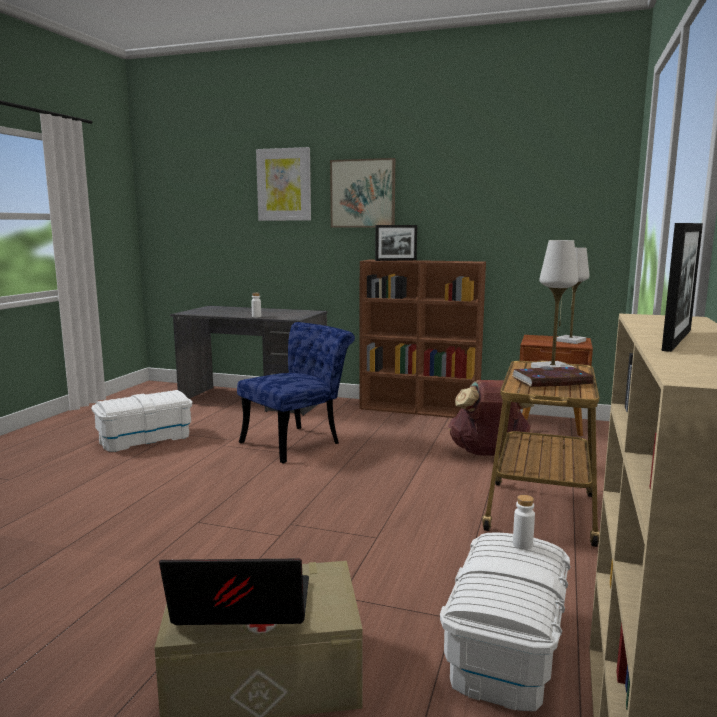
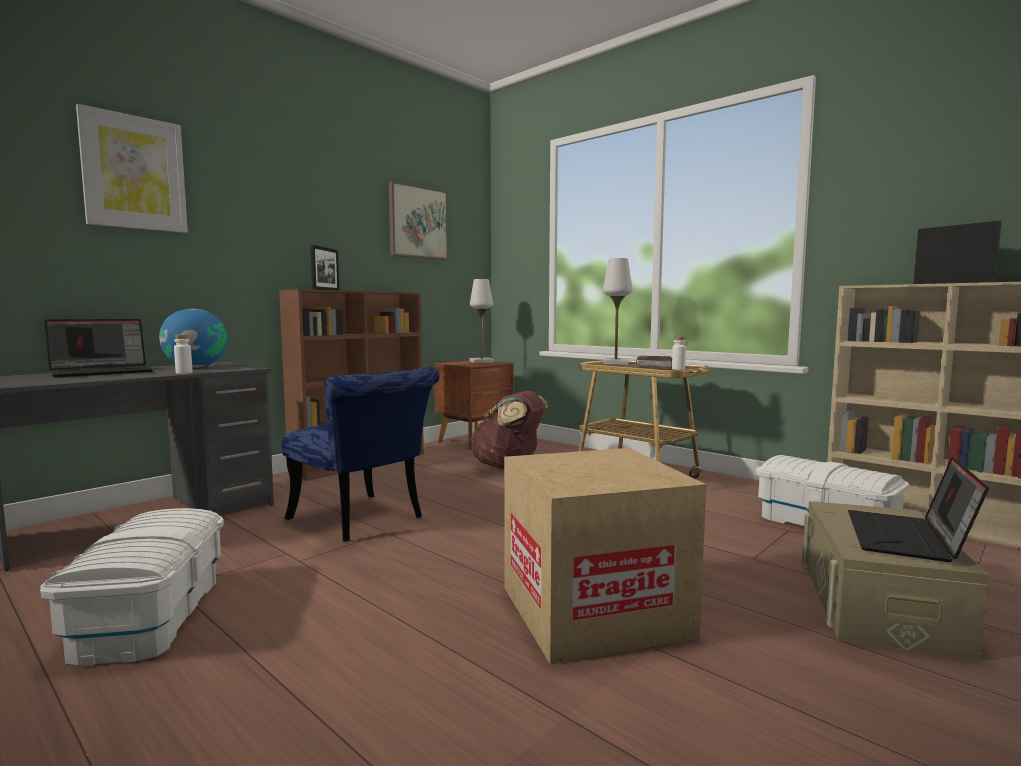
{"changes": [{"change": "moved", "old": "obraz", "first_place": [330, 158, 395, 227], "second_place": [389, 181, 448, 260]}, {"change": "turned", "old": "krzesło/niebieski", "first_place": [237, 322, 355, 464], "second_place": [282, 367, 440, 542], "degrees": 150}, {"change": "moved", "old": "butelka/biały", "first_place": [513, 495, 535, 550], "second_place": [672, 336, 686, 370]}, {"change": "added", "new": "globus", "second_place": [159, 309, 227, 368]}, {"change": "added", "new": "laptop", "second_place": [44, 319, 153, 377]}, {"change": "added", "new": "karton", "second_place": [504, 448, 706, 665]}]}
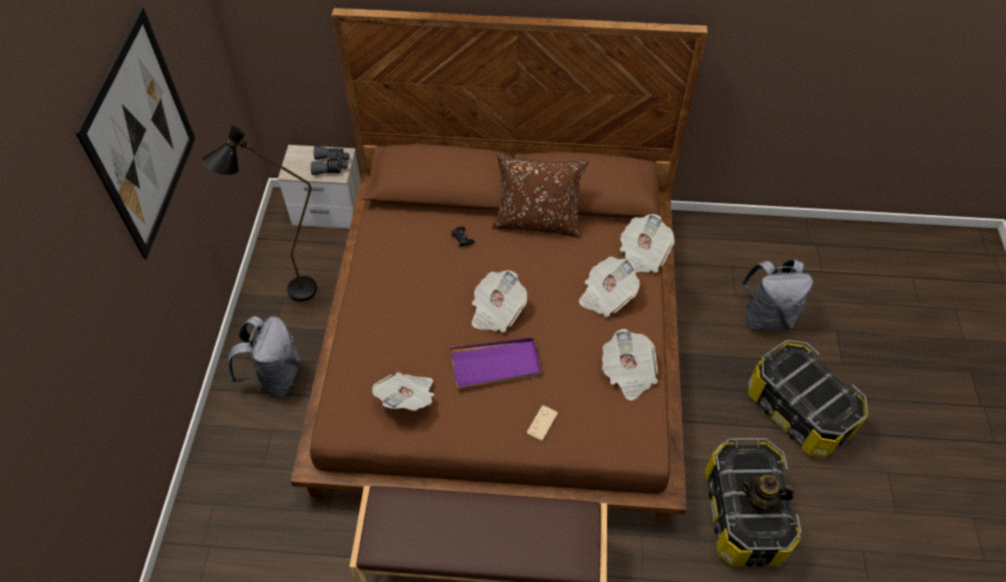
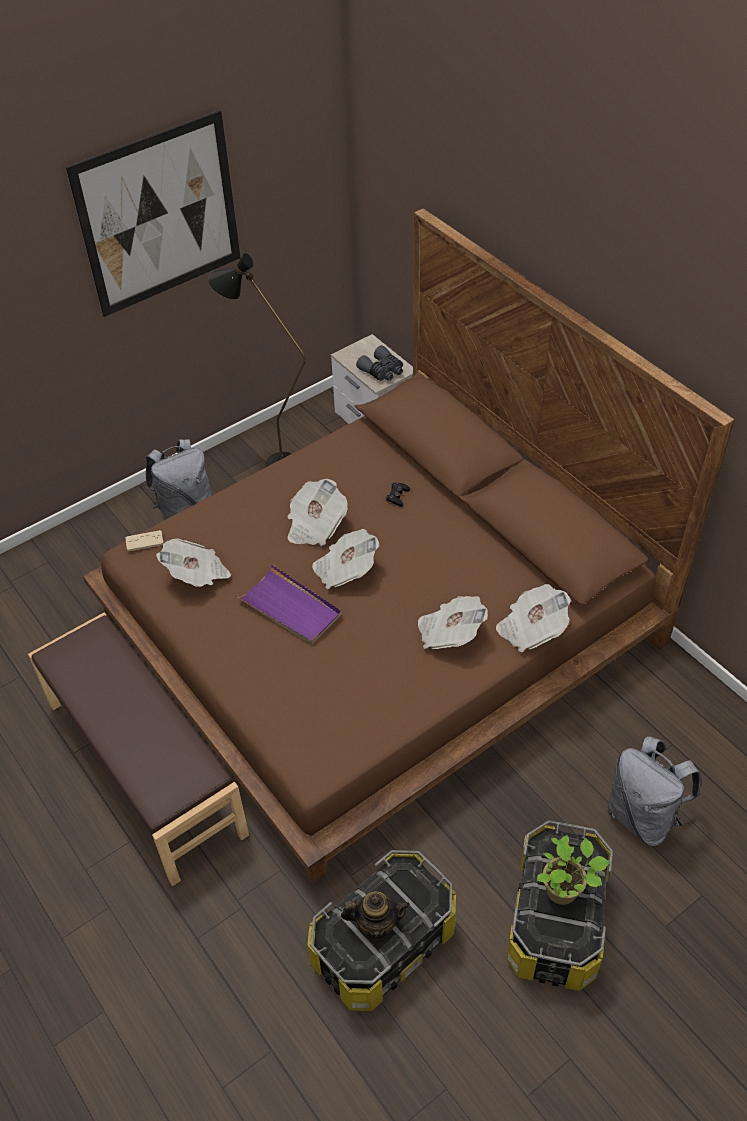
{"changes": [{"change": "removed", "old": "poduszka/brązowy", "first_place": [492, 153, 588, 238]}, {"change": "moved", "old": "gazeta", "first_place": [602, 329, 658, 401], "second_place": [287, 479, 348, 546]}, {"change": "moved", "old": "pad do gier/beżowy", "first_place": [527, 405, 558, 441], "second_place": [125, 530, 164, 551]}, {"change": "turned", "old": "imbryk", "first_place": [741, 475, 794, 512], "second_place": [341, 891, 410, 939], "degrees": 120}, {"change": "added", "new": "roślina doniczkowa", "second_place": [537, 835, 609, 905]}]}
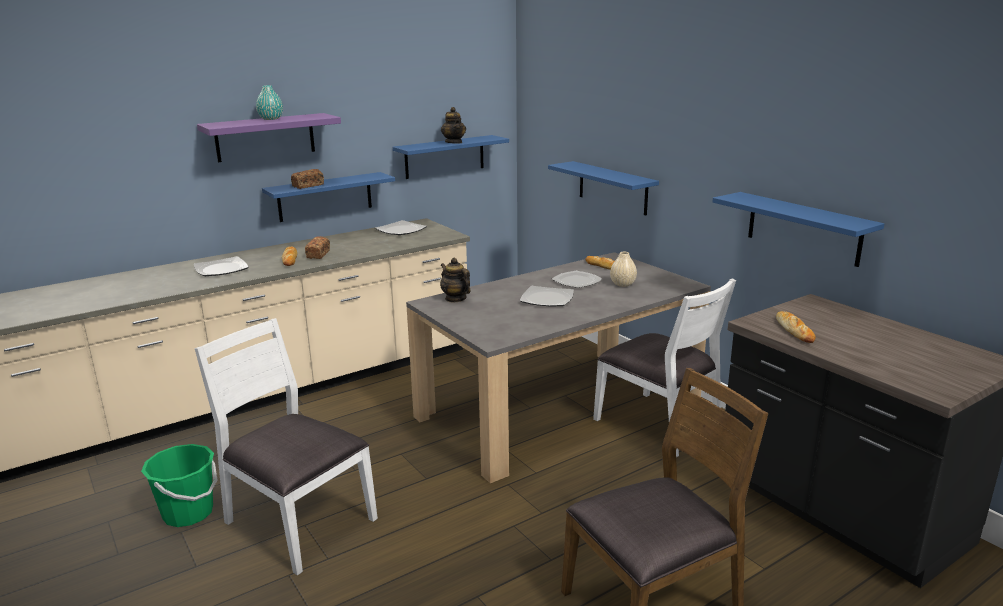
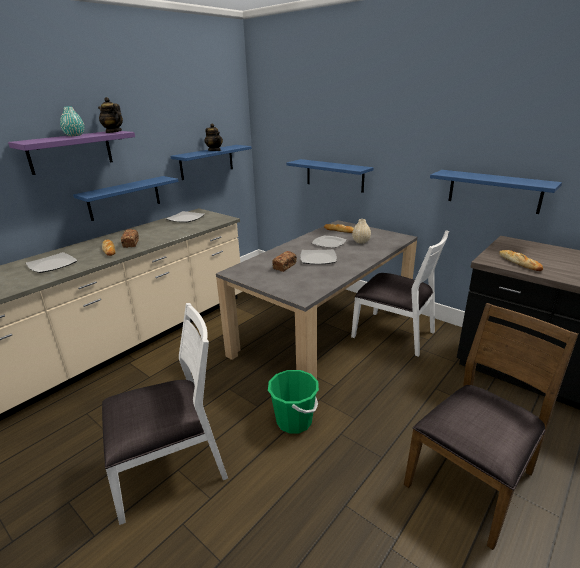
{"changes": [{"change": "moved", "old": "chleb", "first_place": [291, 169, 324, 189], "second_place": [272, 251, 297, 272]}, {"change": "moved", "old": "imbryk", "first_place": [440, 258, 471, 302], "second_place": [98, 97, 123, 133]}, {"change": "turned", "old": "krzesło/biały", "first_place": [194, 318, 378, 576], "second_place": [102, 303, 228, 525], "degrees": 135}, {"change": "moved", "old": "wiadro/zielony", "first_place": [141, 444, 218, 527], "second_place": [268, 370, 319, 433]}]}
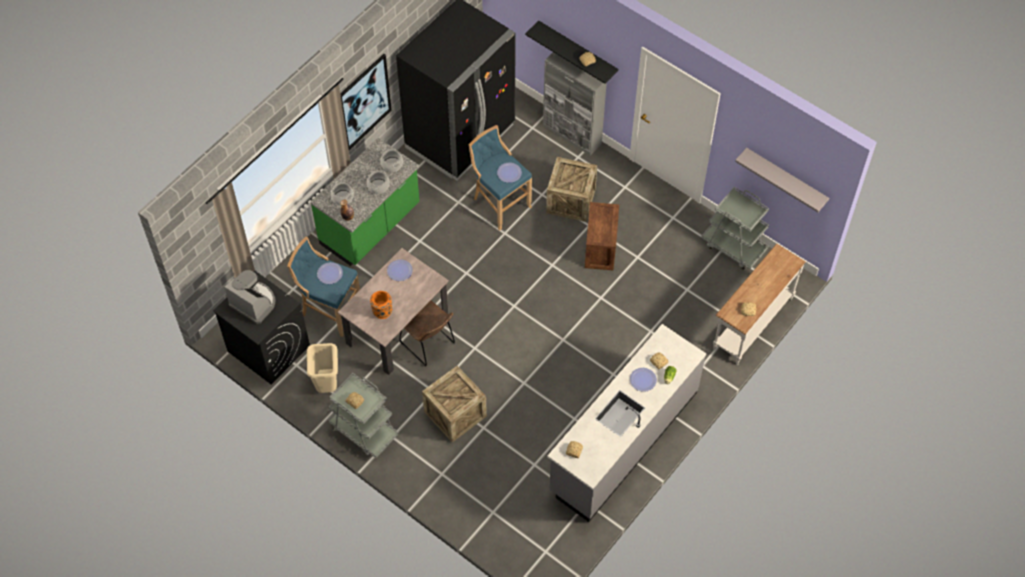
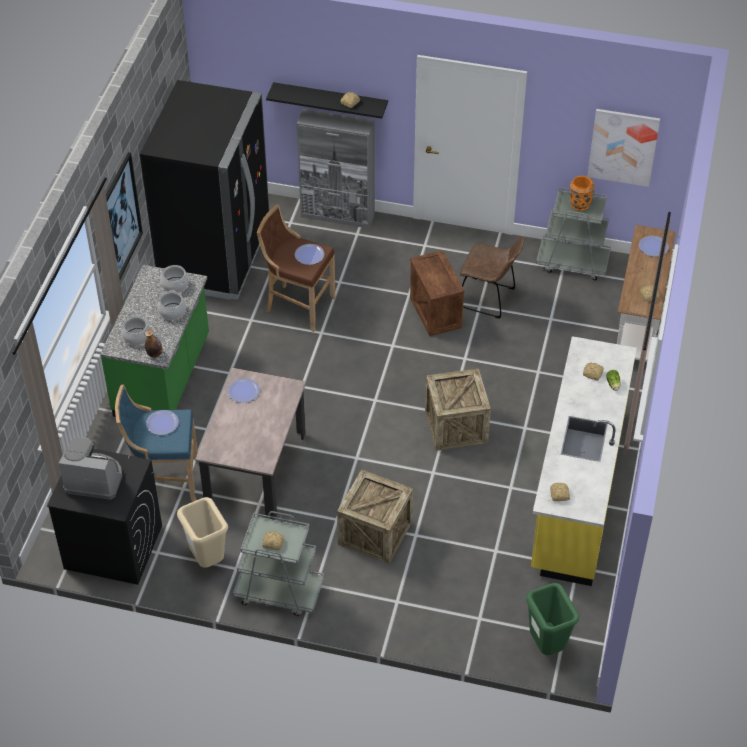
{"changes": [{"change": "recoloured", "old": "stołek/niebieski", "new": "stołek/brązowy", "first_place": [468, 125, 532, 230], "second_place": [257, 204, 336, 332]}, {"change": "replaced", "old": "półka/szary", "new": "obraz", "first_place": [735, 148, 829, 212], "second_place": [587, 109, 660, 187]}, {"change": "moved", "old": "skrzynka", "first_place": [546, 157, 597, 222], "second_place": [425, 368, 491, 451]}, {"change": "moved", "old": "wazon/pomarańczowy", "first_place": [370, 291, 392, 319], "second_place": [569, 176, 594, 211]}, {"change": "moved", "old": "krzesło/brązowy", "first_place": [399, 300, 455, 366], "second_place": [460, 236, 525, 319]}, {"change": "recoloured", "old": "zabudowa kuchenna/szary", "new": "zabudowa kuchenna/żółty", "first_place": [547, 324, 707, 522], "second_place": [531, 336, 637, 586]}, {"change": "moved", "old": "talerz", "first_place": [630, 368, 657, 392], "second_place": [639, 236, 669, 257]}, {"change": "added", "new": "kosz na śmieci/zielony", "second_place": [526, 583, 579, 655]}]}
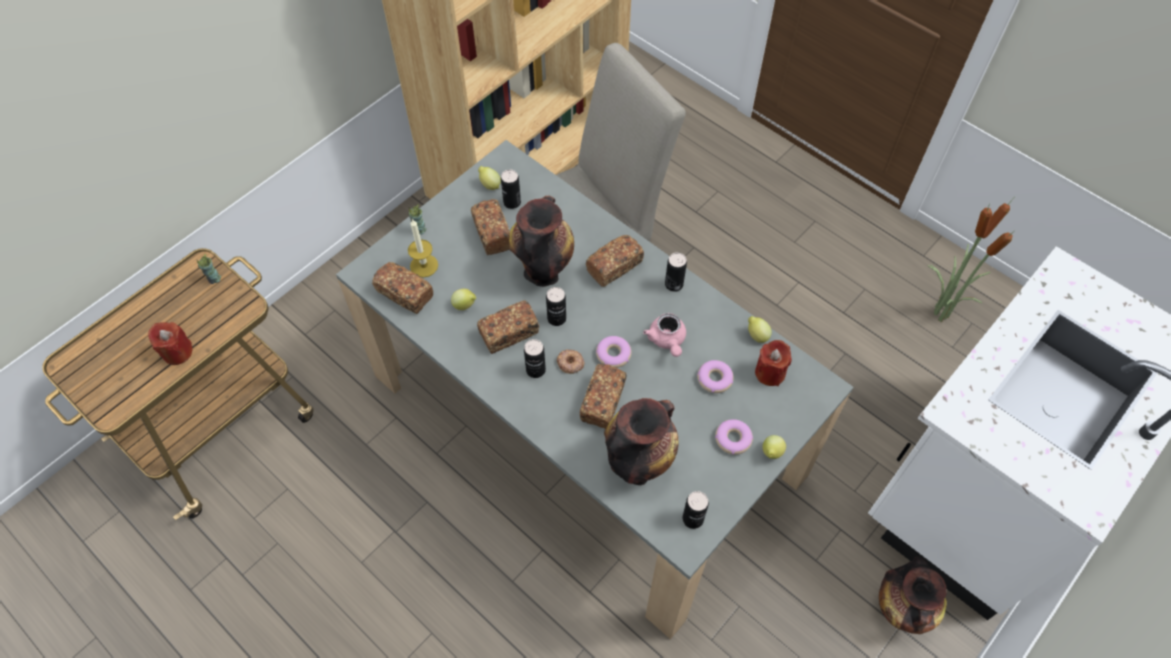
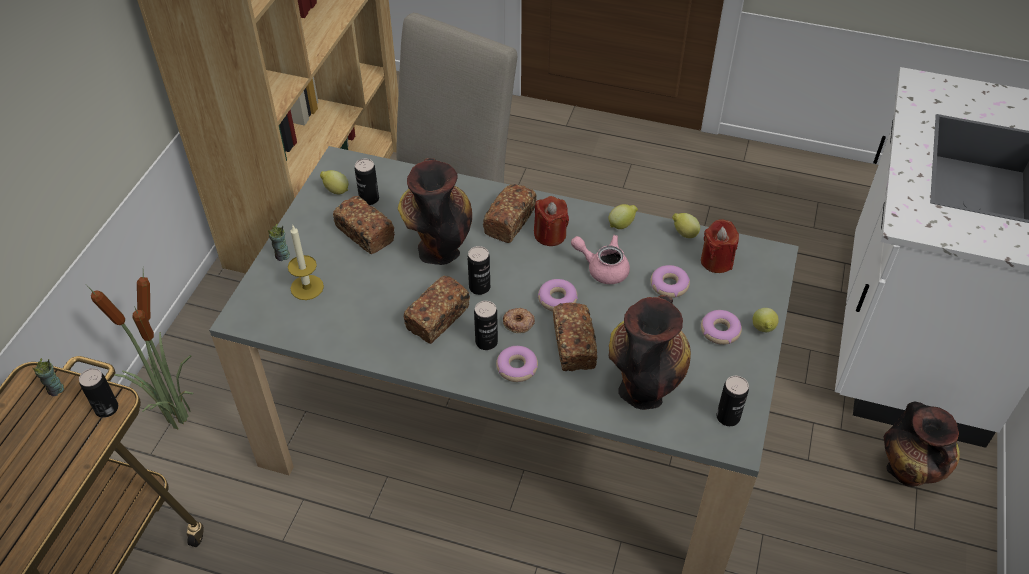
{"changes": [{"change": "moved", "old": "roślina doniczkowa", "first_place": [928, 198, 1014, 322], "second_place": [88, 271, 193, 429]}, {"change": "moved", "old": "puszka", "first_place": [665, 252, 687, 292], "second_place": [79, 368, 118, 418]}, {"change": "removed", "old": "chleb", "first_place": [372, 262, 433, 314]}, {"change": "moved", "old": "cytryna", "first_place": [451, 289, 476, 310], "second_place": [609, 204, 638, 229]}, {"change": "turned", "old": "imbryk/różowy", "first_place": [643, 313, 686, 357], "second_place": [571, 235, 630, 284], "degrees": 150}, {"change": "moved", "old": "świeca/czerwony", "first_place": [148, 322, 192, 365], "second_place": [534, 196, 569, 246]}, {"change": "added", "new": "donut", "second_place": [496, 346, 538, 382]}]}
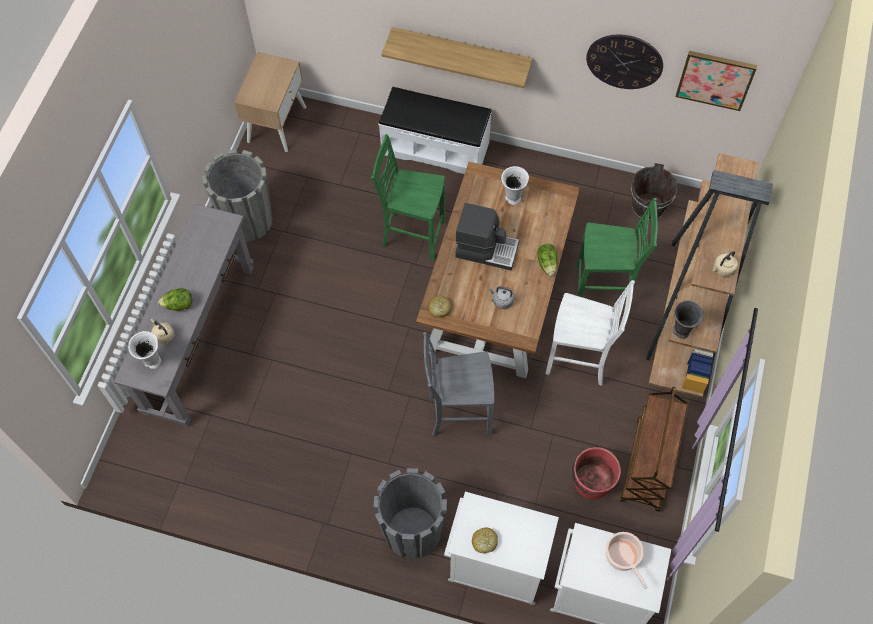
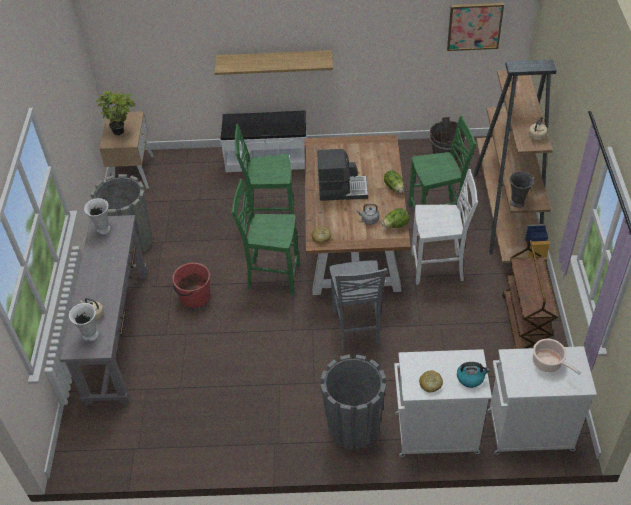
{"changes": [{"change": "removed", "old": "zegar ścienny", "first_place": [586, 35, 663, 89]}, {"change": "moved", "old": "wazon/biały", "first_place": [501, 166, 529, 205], "second_place": [84, 198, 110, 235]}, {"change": "moved", "old": "sałata", "first_place": [158, 288, 192, 311], "second_place": [382, 208, 409, 228]}, {"change": "turned", "old": "krzesło/szary", "first_place": [423, 332, 494, 437], "second_place": [329, 260, 387, 352], "degrees": -75}, {"change": "moved", "old": "wiadro/czerwony", "first_place": [572, 446, 621, 499], "second_place": [173, 263, 210, 308]}, {"change": "added", "new": "roślina doniczkowa", "second_place": [96, 90, 136, 135]}, {"change": "added", "new": "krzesło/zielony", "second_place": [231, 179, 300, 295]}, {"change": "added", "new": "czajnik", "second_place": [457, 362, 490, 388]}]}
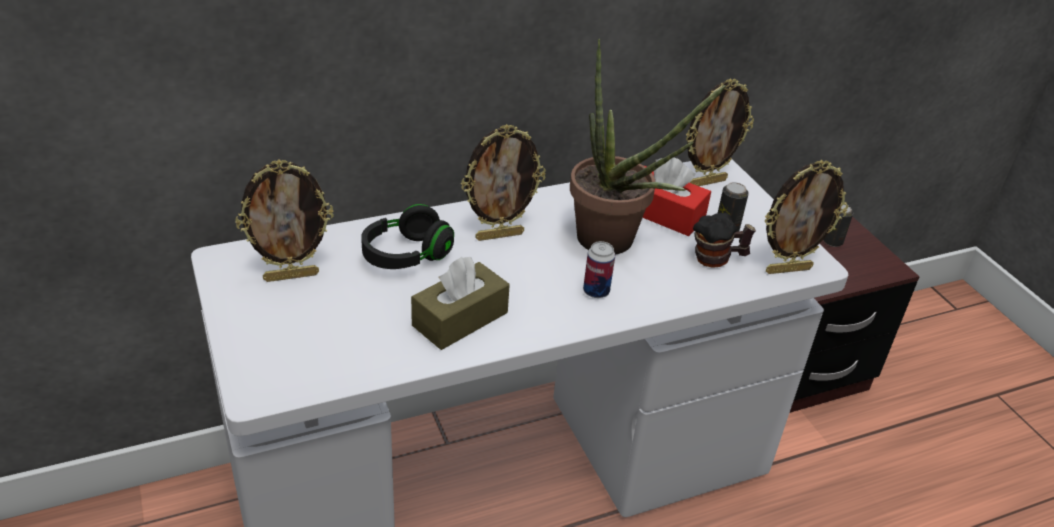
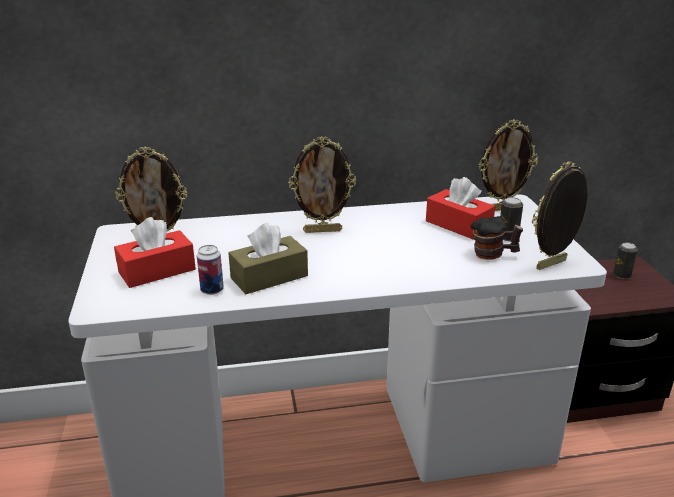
{"changes": [{"change": "removed", "old": "roślina doniczkowa", "first_place": [570, 38, 726, 255]}, {"change": "turned", "old": "ramka na zdjęcie", "first_place": [765, 160, 848, 274], "second_place": [532, 161, 587, 270], "degrees": 150}, {"change": "removed", "old": "słuchawki/czarny", "first_place": [361, 204, 454, 269]}, {"change": "moved", "old": "puszka", "first_place": [583, 241, 615, 298], "second_place": [197, 245, 224, 295]}, {"change": "added", "new": "pudełko chusteczek/czerwony", "second_place": [114, 217, 196, 288]}]}
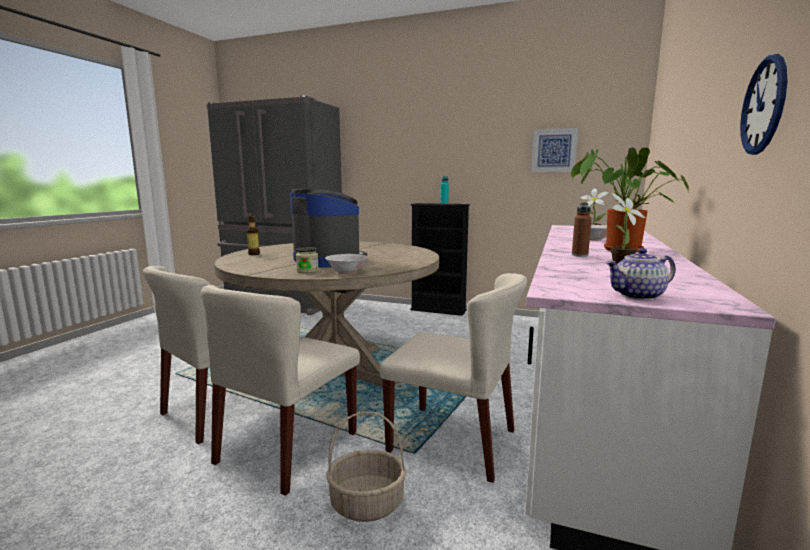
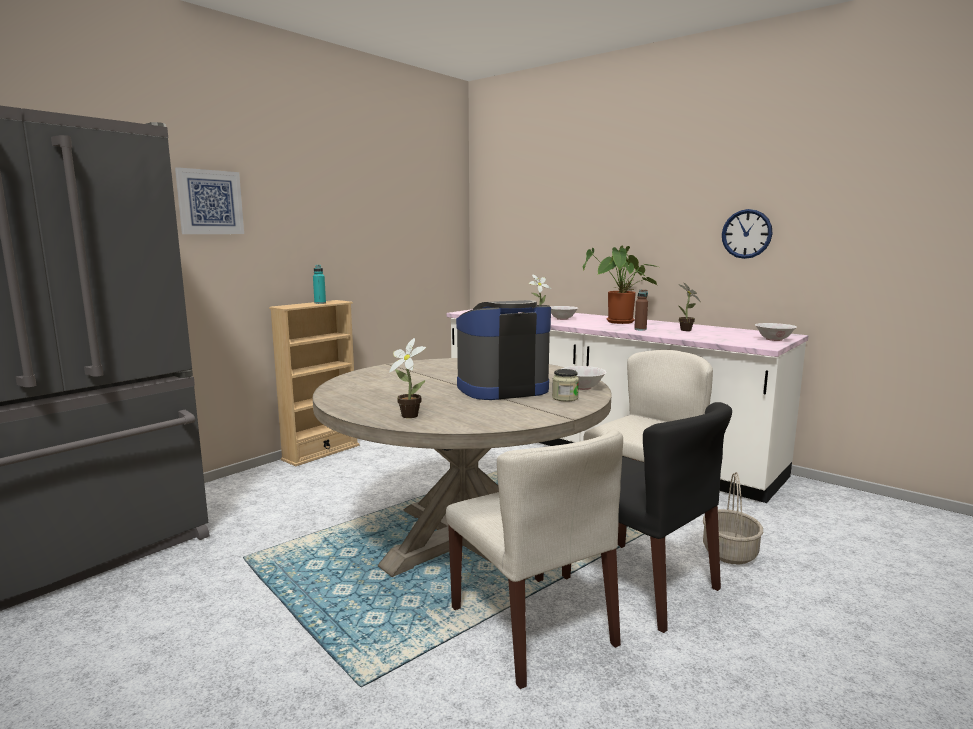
{"changes": [{"change": "moved", "old": "obraz", "first_place": [531, 128, 578, 172], "second_place": [175, 167, 244, 234]}, {"change": "recoloured", "old": "regał/czarny", "new": "regał/beżowy", "first_place": [410, 203, 470, 316], "second_place": [269, 300, 360, 466]}, {"change": "replaced", "old": "butelka", "new": "roślina doniczkowa", "first_place": [247, 215, 260, 255], "second_place": [389, 338, 426, 418]}, {"change": "replaced", "old": "imbryk", "new": "miska/biały", "first_place": [606, 248, 676, 300], "second_place": [755, 323, 797, 341]}, {"change": "recoloured", "old": "krzesło/beżowy", "new": "krzesło/czarny", "first_place": [201, 285, 360, 496], "second_place": [562, 402, 732, 633]}]}
